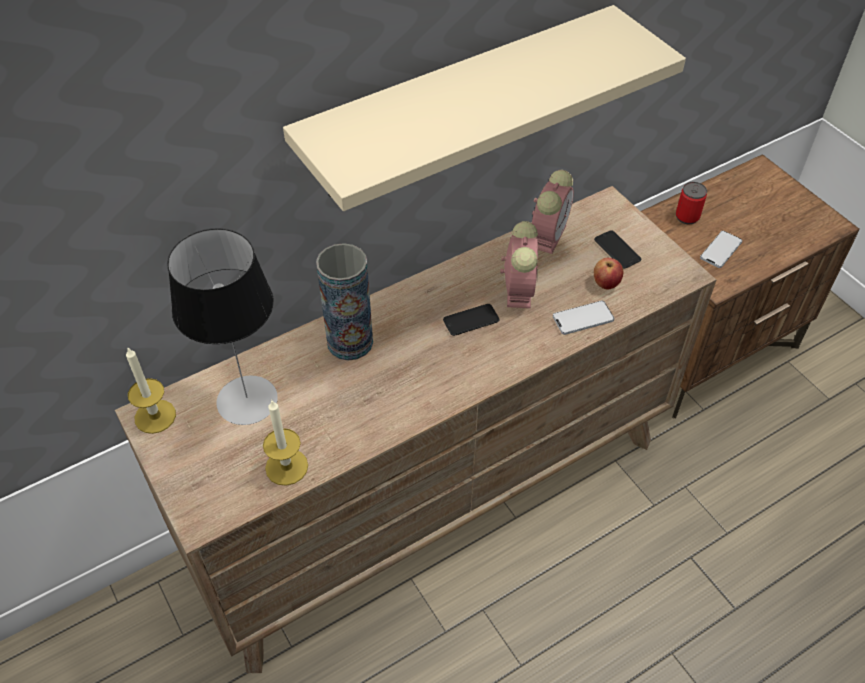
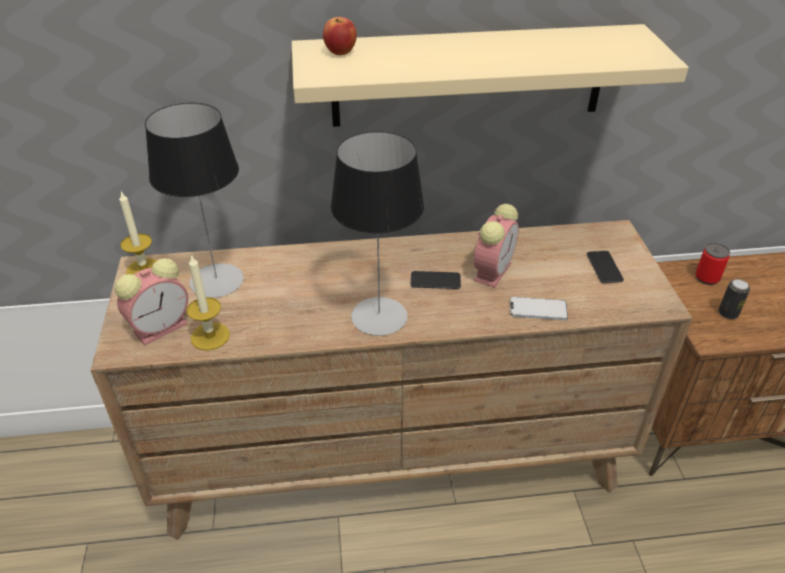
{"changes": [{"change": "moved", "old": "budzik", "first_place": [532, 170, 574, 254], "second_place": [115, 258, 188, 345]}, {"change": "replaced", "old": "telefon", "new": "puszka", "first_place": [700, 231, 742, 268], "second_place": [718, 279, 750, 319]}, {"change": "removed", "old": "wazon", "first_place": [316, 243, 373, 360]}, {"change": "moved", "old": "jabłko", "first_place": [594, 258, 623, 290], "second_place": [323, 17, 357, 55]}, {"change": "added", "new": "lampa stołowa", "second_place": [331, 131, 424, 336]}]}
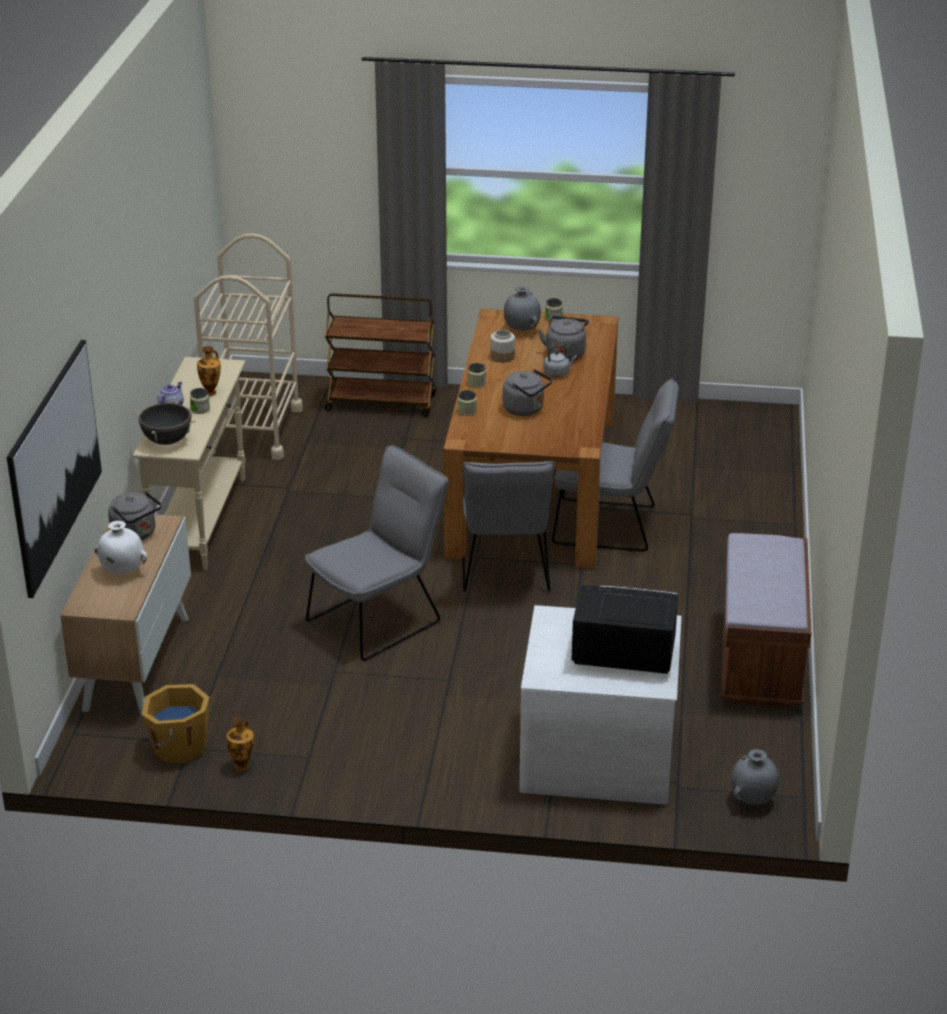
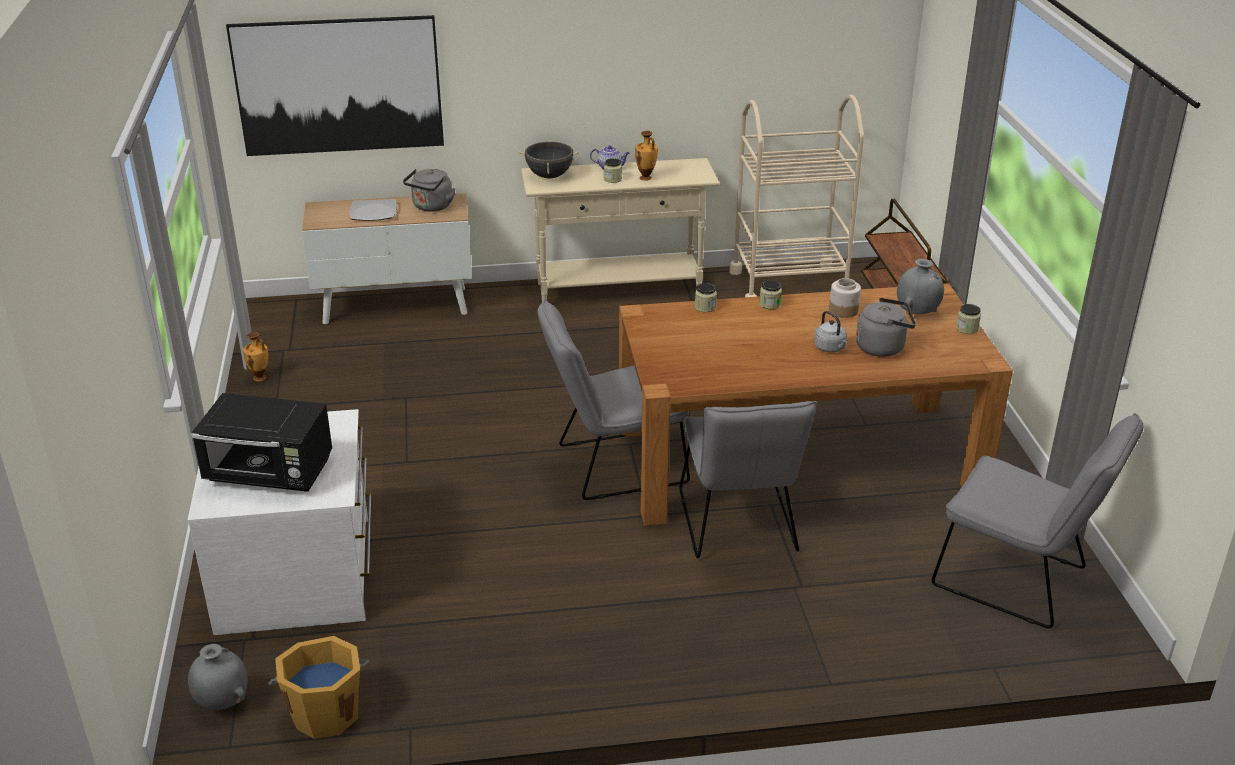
{"changes": [{"change": "removed", "old": "czajnik/szary", "first_place": [503, 369, 552, 416]}, {"change": "moved", "old": "krzesło/szary", "first_place": [305, 445, 449, 661], "second_place": [932, 413, 1144, 628]}, {"change": "replaced", "old": "wazon/biały", "new": "talerz", "first_place": [94, 521, 148, 574], "second_place": [349, 199, 397, 221]}, {"change": "removed", "old": "ławka/brązowy", "first_place": [722, 533, 811, 707]}, {"change": "turned", "old": "mikrofalówka/czarny", "first_place": [571, 585, 679, 674], "second_place": [191, 393, 332, 492], "degrees": 105}, {"change": "moved", "old": "wiadro/pomarańczowy", "first_place": [142, 684, 209, 763], "second_place": [268, 636, 370, 739]}]}
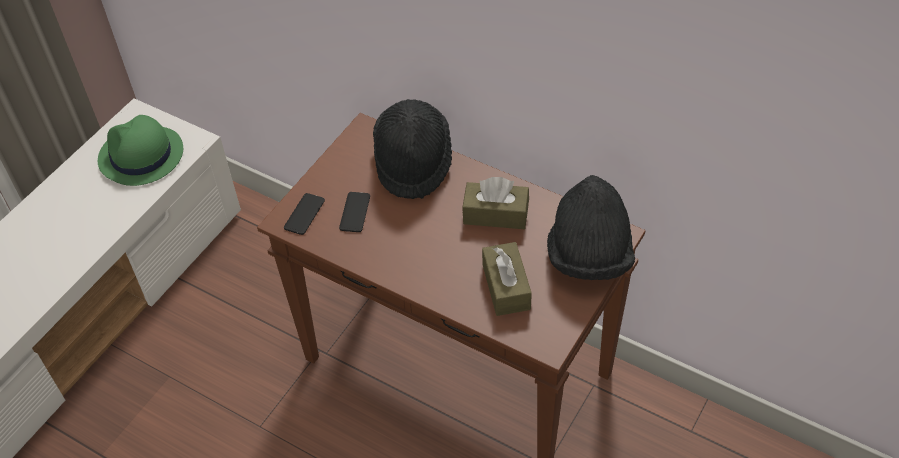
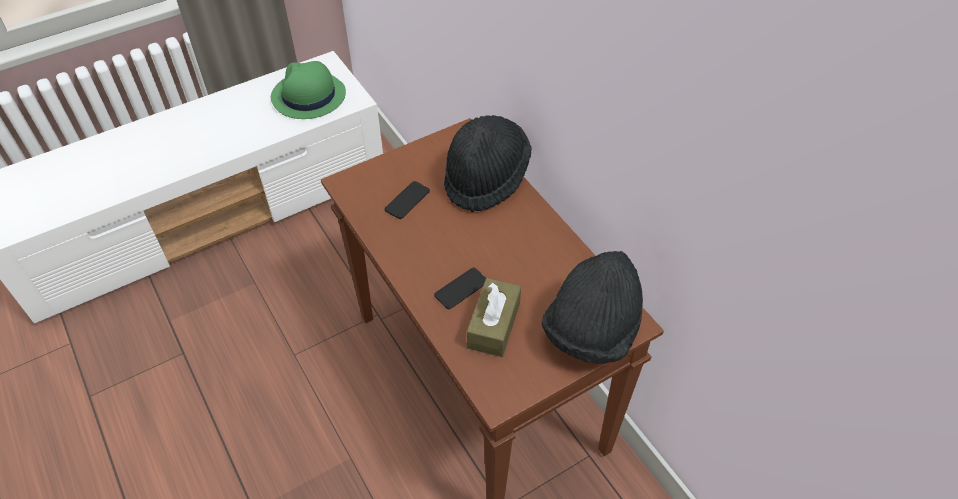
{"changes": [{"change": "removed", "old": "pudełko chusteczek/brązowy", "first_place": [462, 177, 529, 229]}, {"change": "moved", "old": "telefon", "first_place": [284, 193, 325, 235], "second_place": [434, 267, 486, 309]}]}
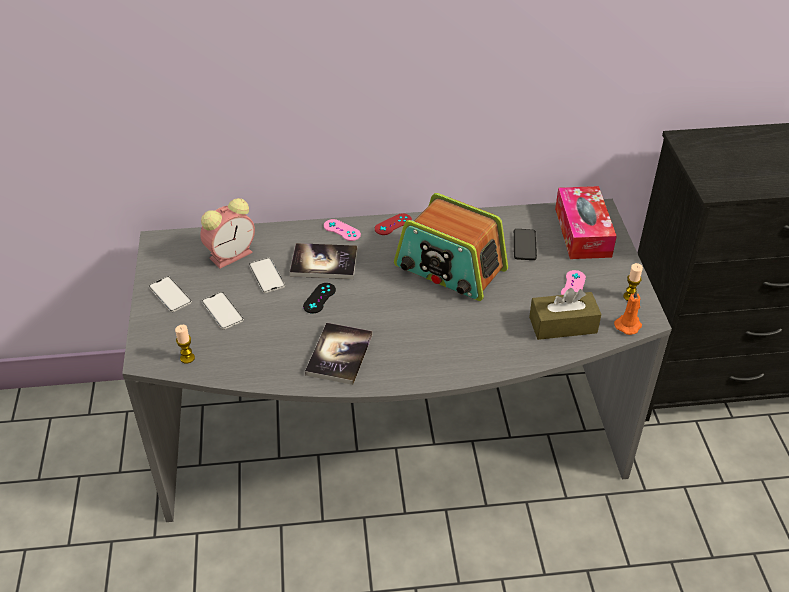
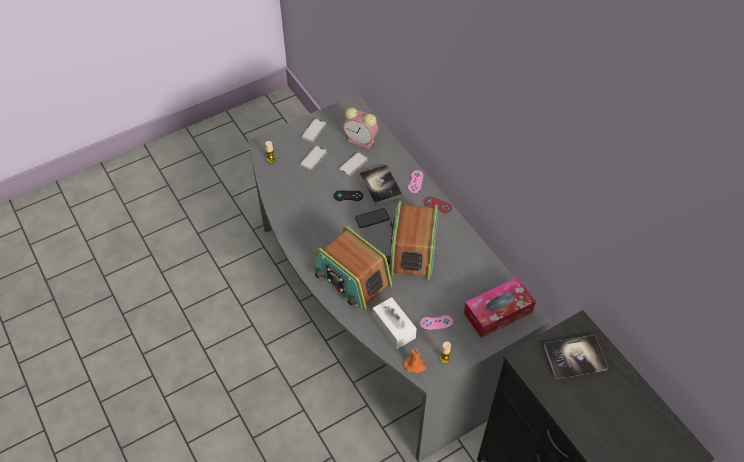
{"changes": [{"change": "moved", "old": "telefon", "first_place": [514, 229, 537, 260], "second_place": [355, 208, 390, 228]}, {"change": "recoloured", "old": "pudełko chusteczek/brązowy", "new": "pudełko chusteczek/biały", "first_place": [529, 288, 601, 340], "second_place": [373, 297, 417, 349]}, {"change": "moved", "old": "książka", "first_place": [305, 322, 372, 385], "second_place": [544, 335, 608, 379]}, {"change": "added", "new": "radio", "second_place": [313, 226, 392, 311]}]}
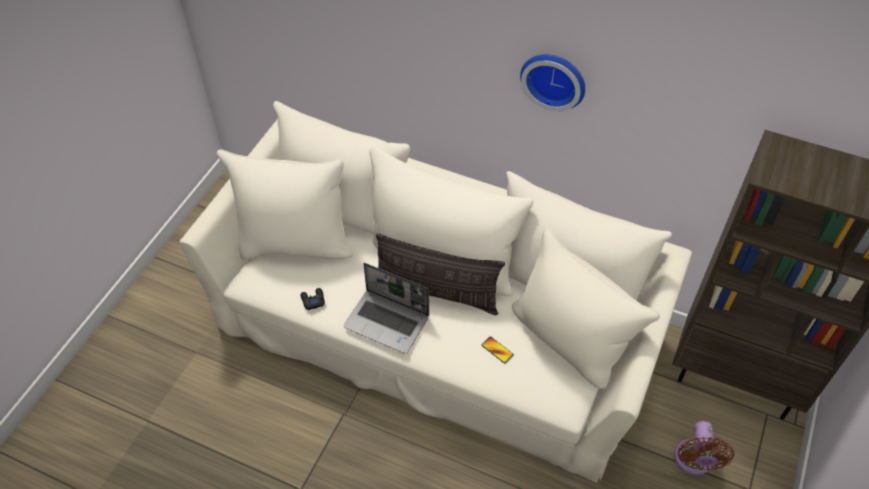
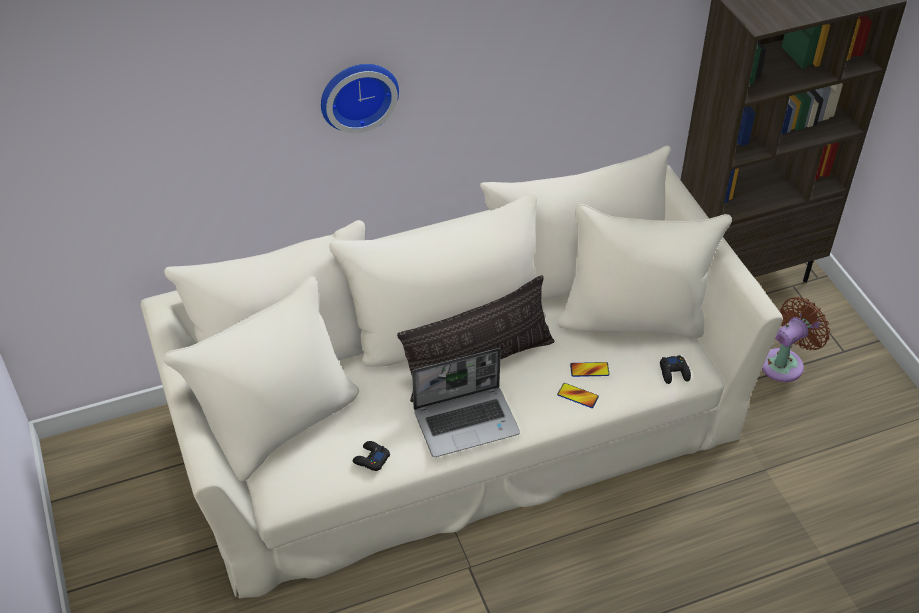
{"changes": [{"change": "moved", "old": "zegar ścienny", "first_place": [520, 54, 585, 111], "second_place": [321, 64, 399, 133]}, {"change": "turned", "old": "wentylator/brązowy", "first_place": [674, 421, 734, 475], "second_place": [762, 297, 830, 382], "degrees": -90}, {"change": "added", "new": "pad do gier/czarny", "second_place": [660, 355, 691, 384]}, {"change": "added", "new": "telefon", "second_place": [557, 383, 599, 408]}]}
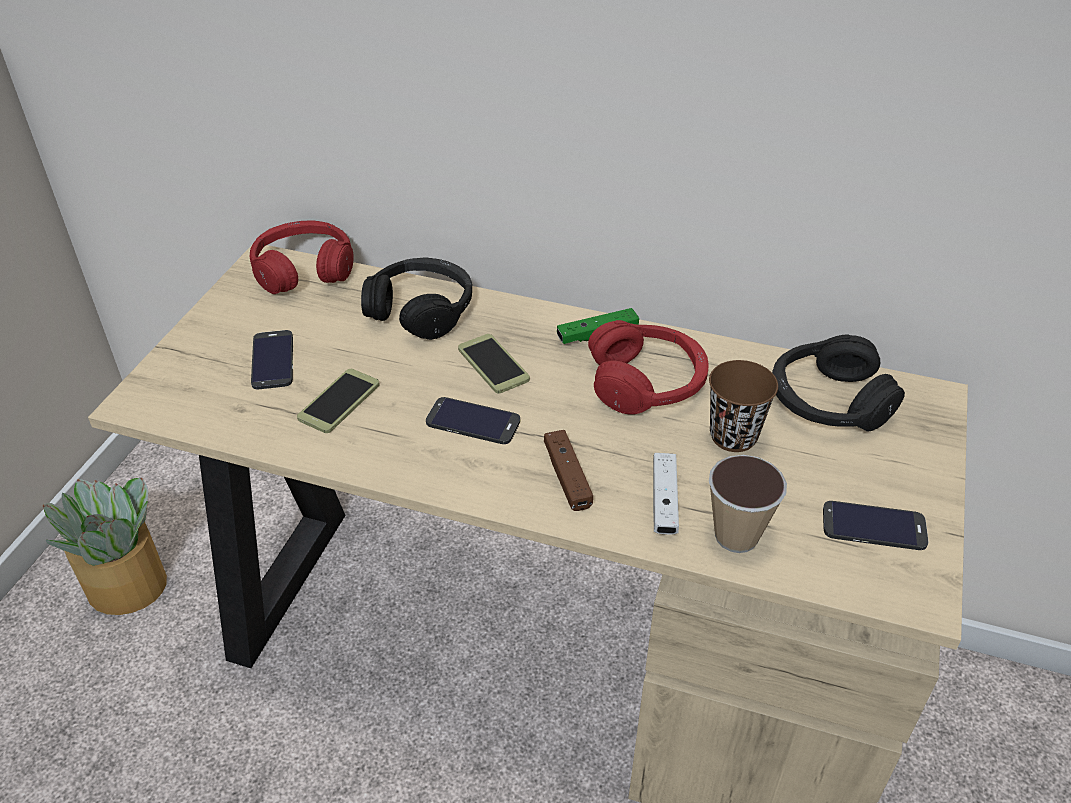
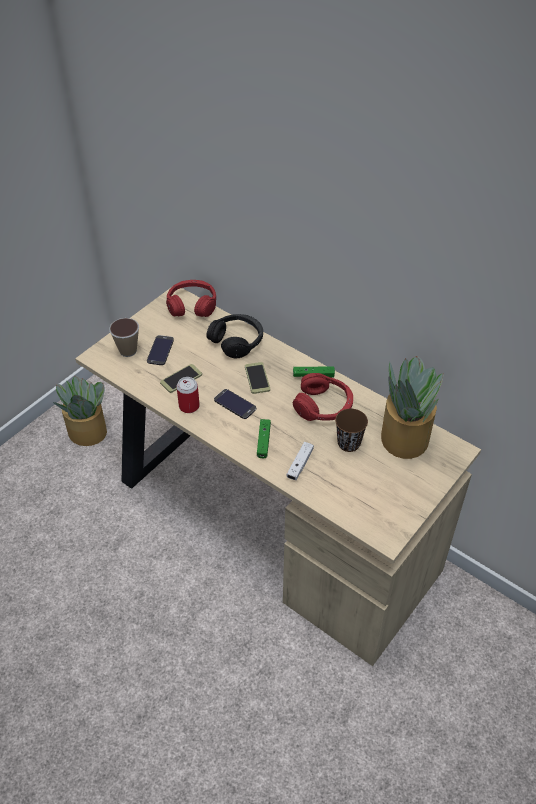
{"changes": [{"change": "replaced", "old": "słuchawki/czarny", "new": "roślina doniczkowa", "first_place": [772, 334, 905, 432], "second_place": [381, 356, 444, 459]}, {"change": "recoloured", "old": "pad do gier/brązowy", "new": "pad do gier/zielony", "first_place": [544, 430, 593, 511], "second_place": [257, 419, 271, 458]}, {"change": "moved", "old": "filiżanka", "first_place": [709, 455, 787, 553], "second_place": [109, 318, 139, 357]}, {"change": "removed", "old": "telefon", "first_place": [823, 501, 928, 550]}, {"change": "added", "new": "puszka", "second_place": [177, 377, 200, 413]}]}
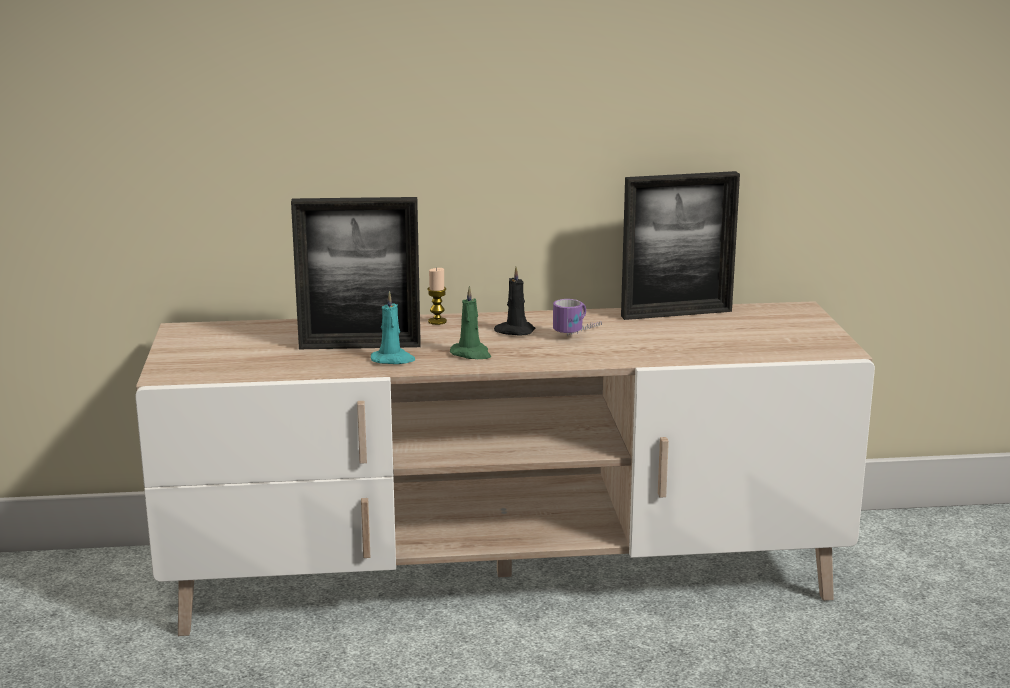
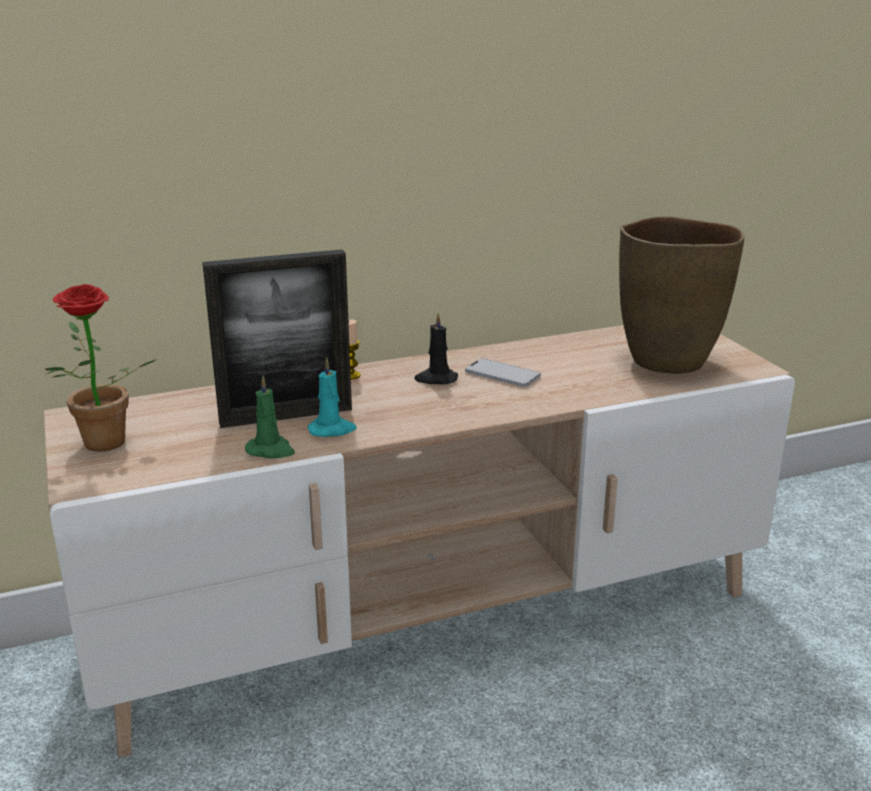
{"changes": [{"change": "removed", "old": "ramka na zdjęcie", "first_place": [621, 171, 740, 320]}, {"change": "moved", "old": "świeca/zielony", "first_place": [450, 286, 491, 359], "second_place": [245, 376, 295, 459]}, {"change": "replaced", "old": "kubek", "new": "telefon", "first_place": [553, 299, 602, 336], "second_place": [465, 358, 541, 387]}, {"change": "added", "new": "wazon/brązowy", "second_place": [619, 216, 744, 374]}, {"change": "added", "new": "roślina doniczkowa", "second_place": [45, 284, 157, 452]}]}
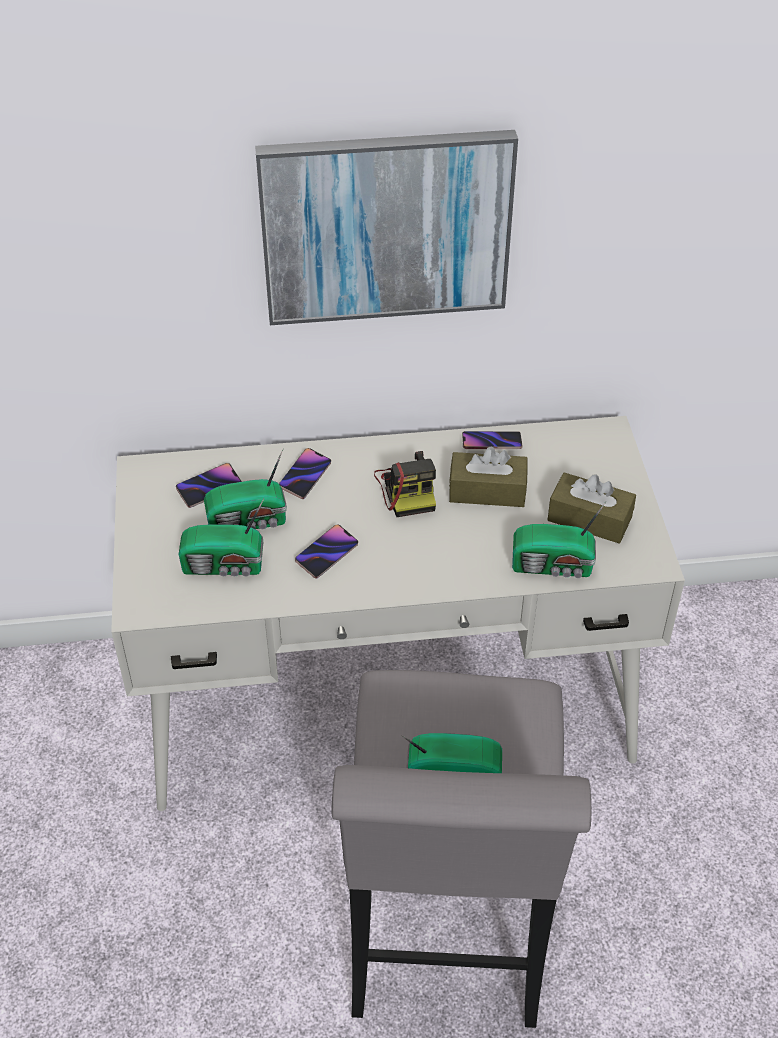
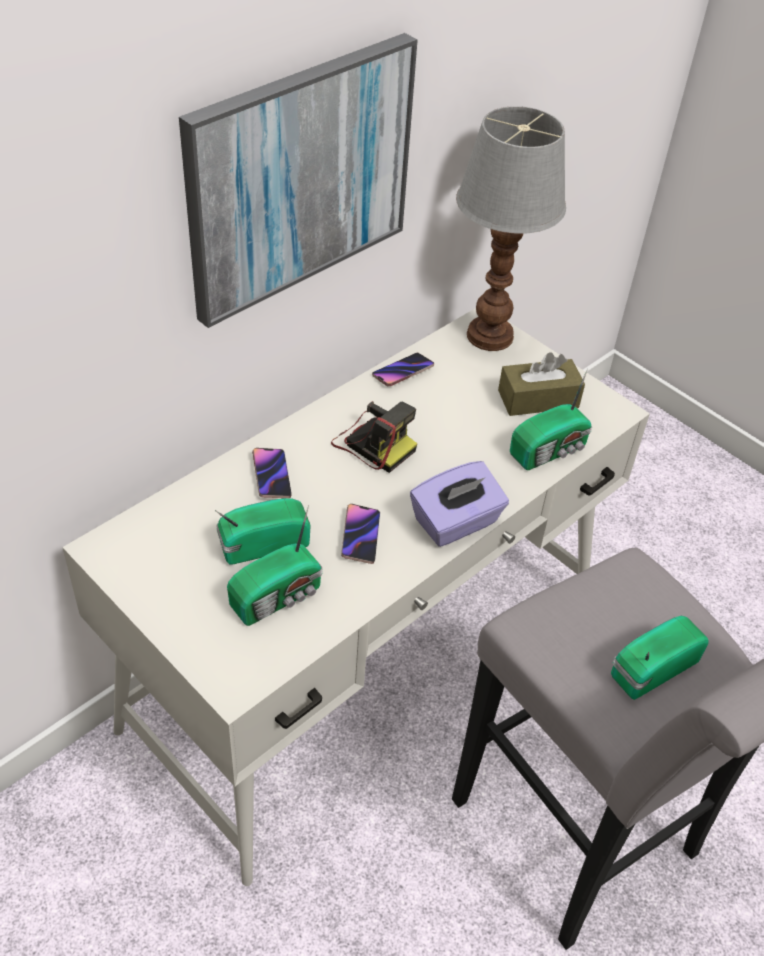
{"changes": [{"change": "removed", "old": "pudełko chusteczek/brązowy", "first_place": [449, 447, 528, 507]}, {"change": "turned", "old": "radio", "first_place": [204, 449, 287, 529], "second_place": [215, 498, 311, 565], "degrees": -150}, {"change": "removed", "old": "telefon", "first_place": [176, 463, 242, 508]}, {"change": "added", "new": "lampa stołowa", "second_place": [456, 106, 566, 351]}, {"change": "added", "new": "pudełko chusteczek/fioletowy", "second_place": [410, 461, 509, 547]}]}
